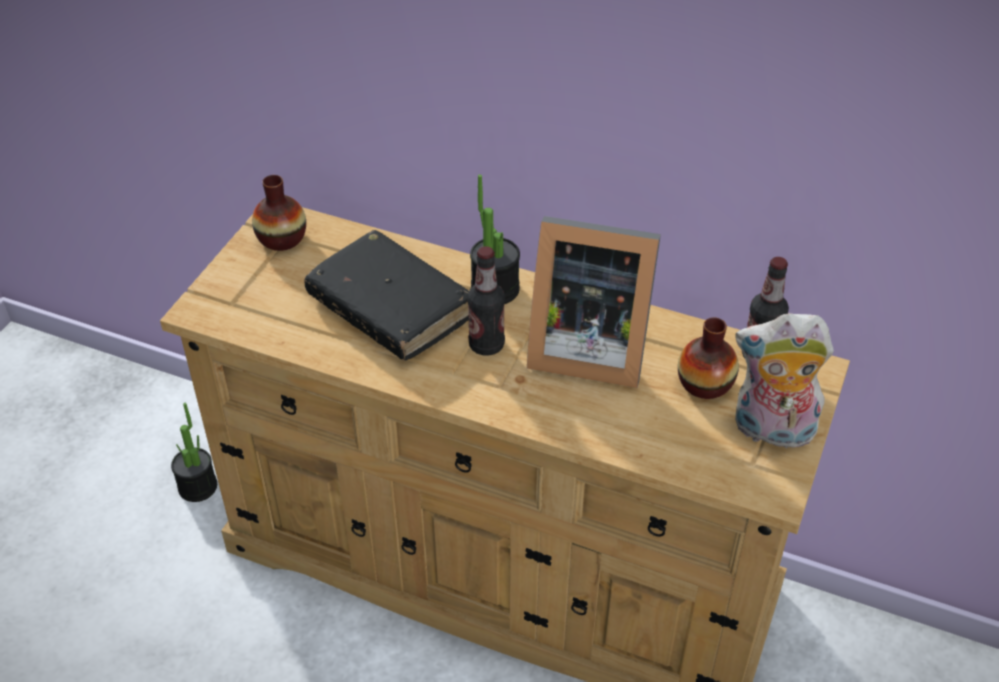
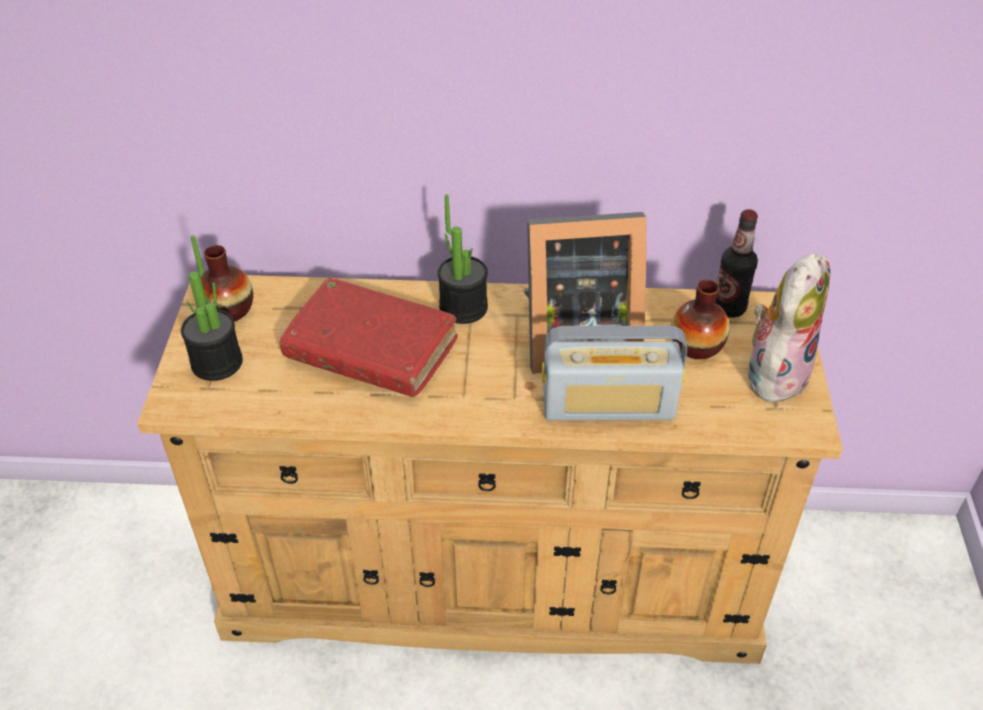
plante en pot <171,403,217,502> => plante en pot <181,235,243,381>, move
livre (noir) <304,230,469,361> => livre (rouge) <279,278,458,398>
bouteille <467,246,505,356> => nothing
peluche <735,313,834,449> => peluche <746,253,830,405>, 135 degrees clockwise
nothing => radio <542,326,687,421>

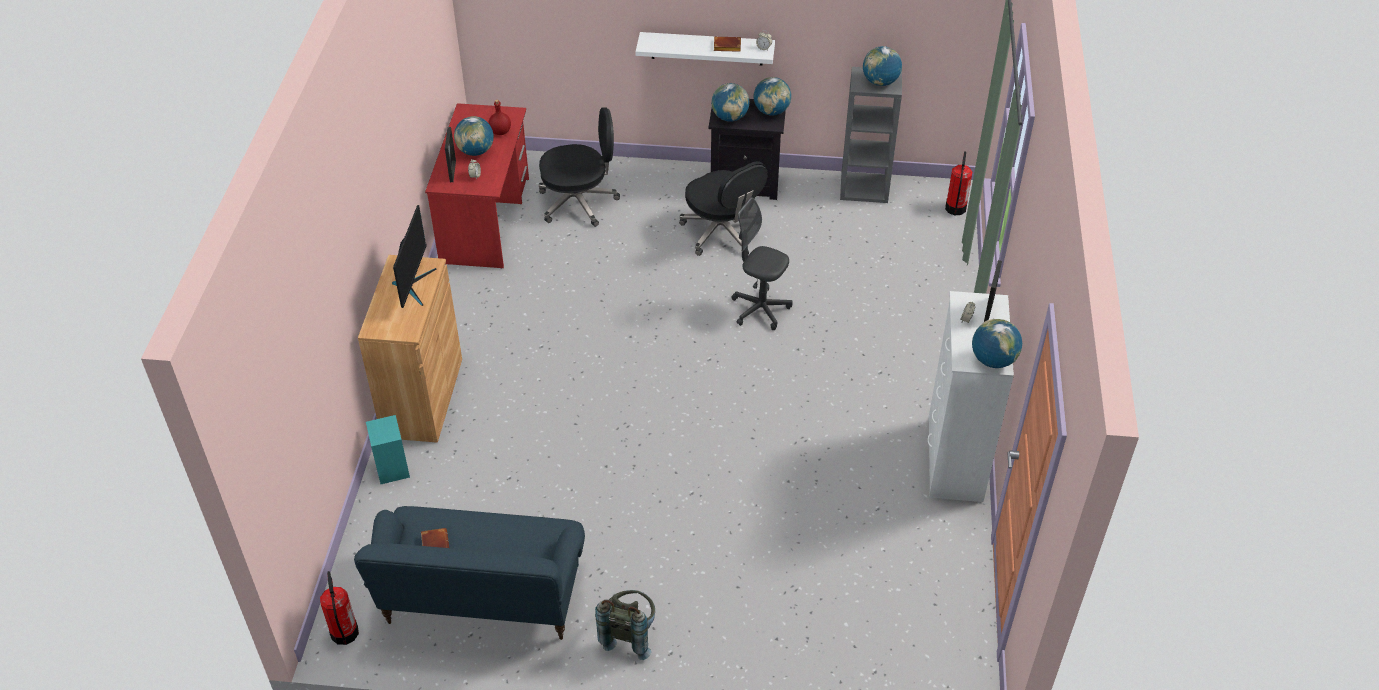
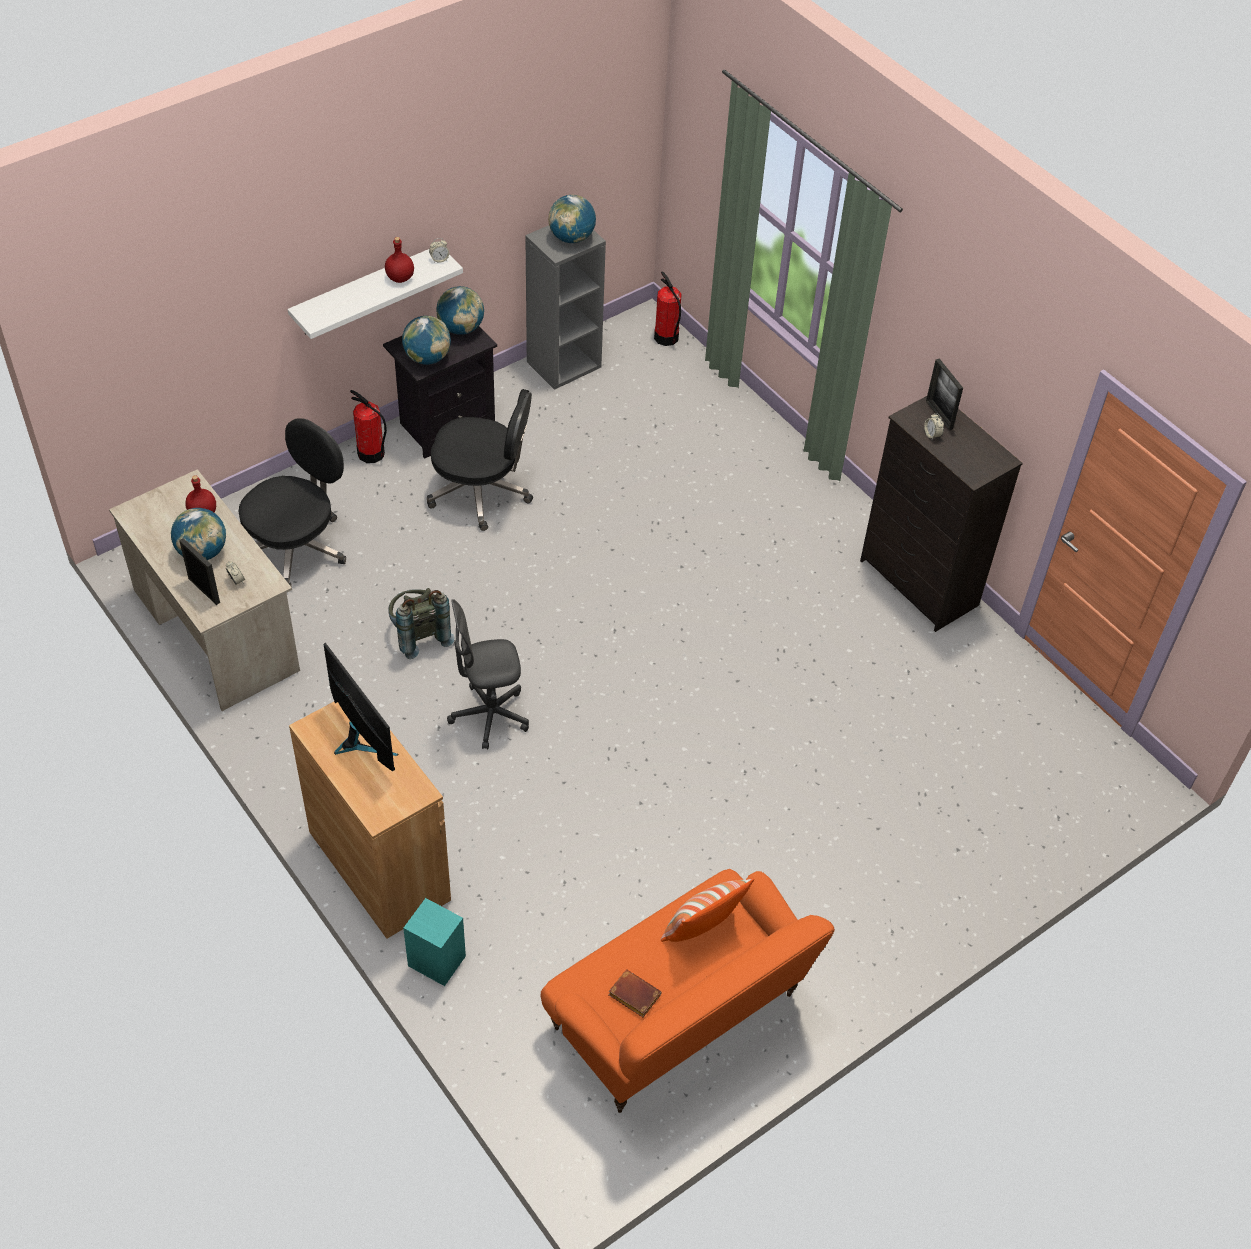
extincteur <320,571,359,645> => extincteur <350,390,387,463>, move
canapé (bleu) <354,506,585,640> => canapé (orange) <541,869,835,1113>
bureau (rouge) <425,103,529,268> => bureau (beige) <109,469,300,711>
sac à dos (gris) <595,590,655,660> => sac à dos (gris) <388,588,455,659>, move
livre (marron) <714,37,741,52> => bouteille (rouge) <385,237,414,283>
chaise de bureau (gris) <731,197,793,330> => chaise de bureau (gris) <447,599,529,749>, move
commode (blanc) <928,291,1014,502> => commode (noir) <860,396,1023,632>
globe <972,319,1022,368> => nothing
nothing => coussin <661,878,754,942>

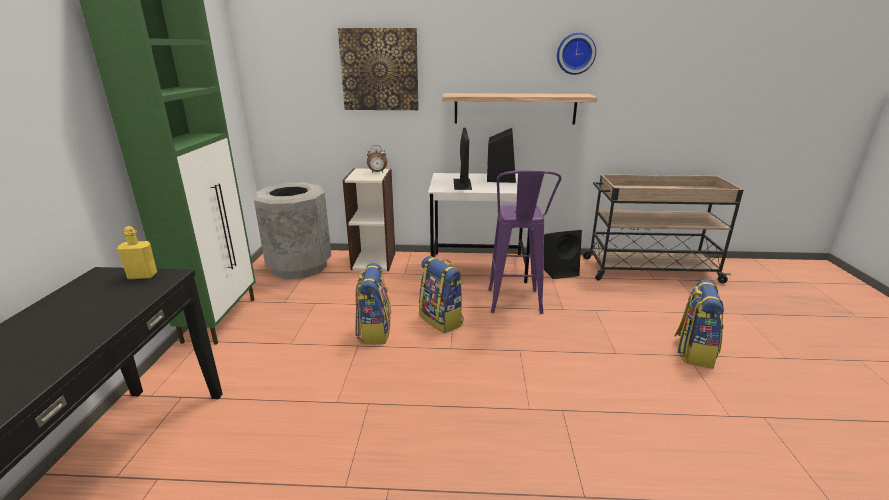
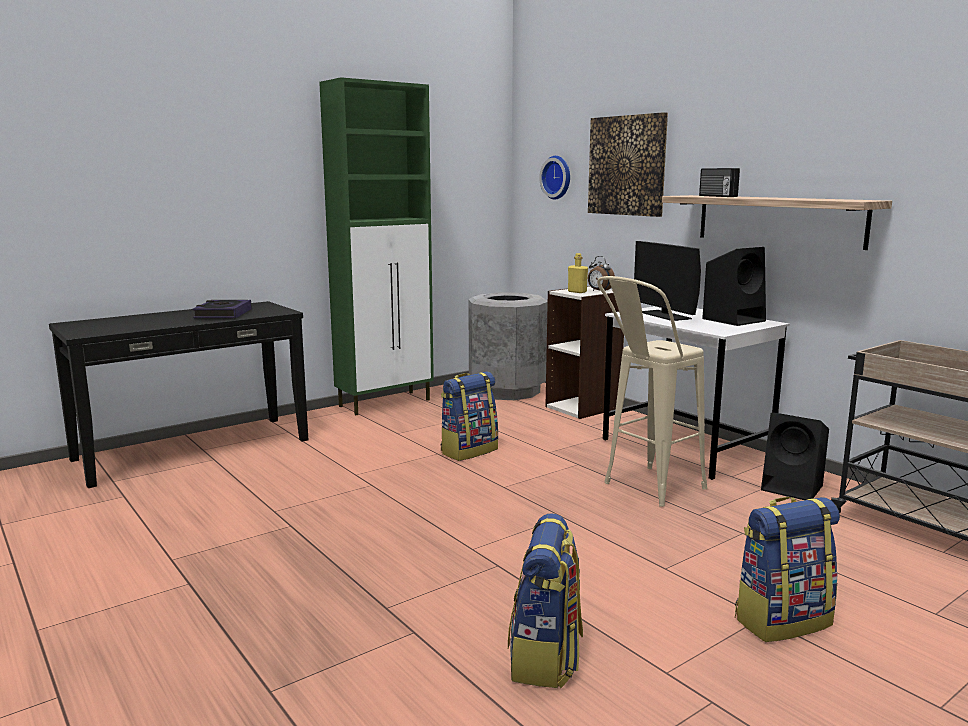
bouteille (jaune) <117,226,157,279> => bouteille (jaune) <568,253,588,293>, move
sac à dos <419,256,464,333> => sac à dos <508,513,583,688>, move
écran d'ordinateur <454,128,472,190> => écran d'ordinateur <634,241,701,321>, 105 degrees clockwise
tabouret (violet) <488,170,561,314> => tabouret (beige) <597,276,707,507>
horloge murale <557,33,596,75> => horloge murale <539,156,570,200>, move
nothing => livre <193,300,252,318>
nothing => radio <699,168,740,197>

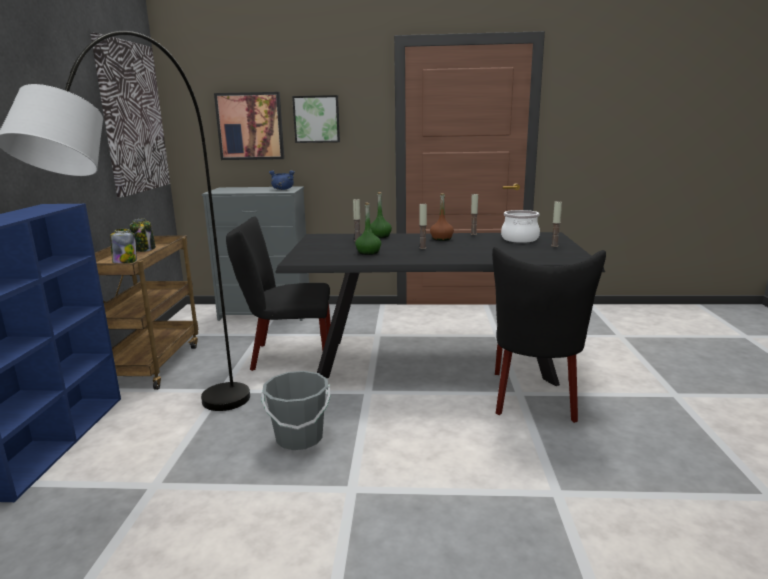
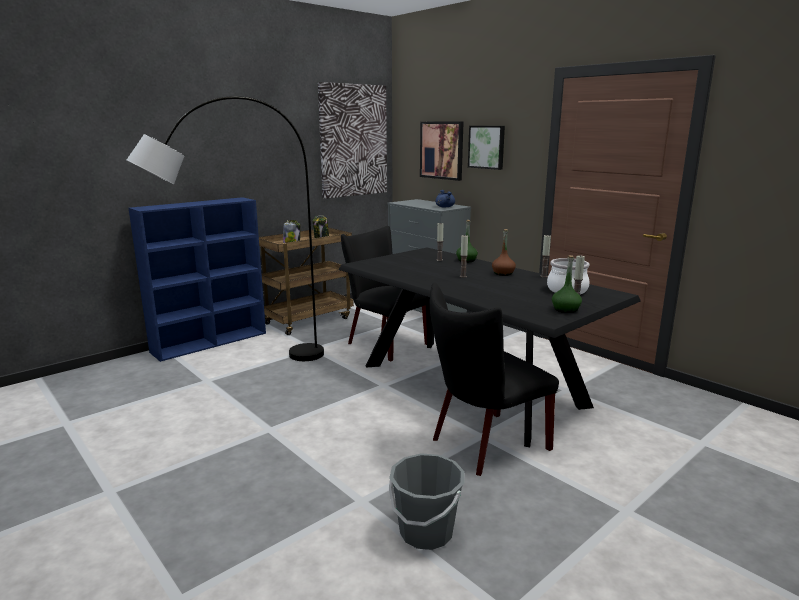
seau (gris) <261,371,330,450> => seau (gris) <389,453,465,550>, move
bouteille (vert) <355,203,381,255> => bouteille (vert) <552,255,582,313>, move

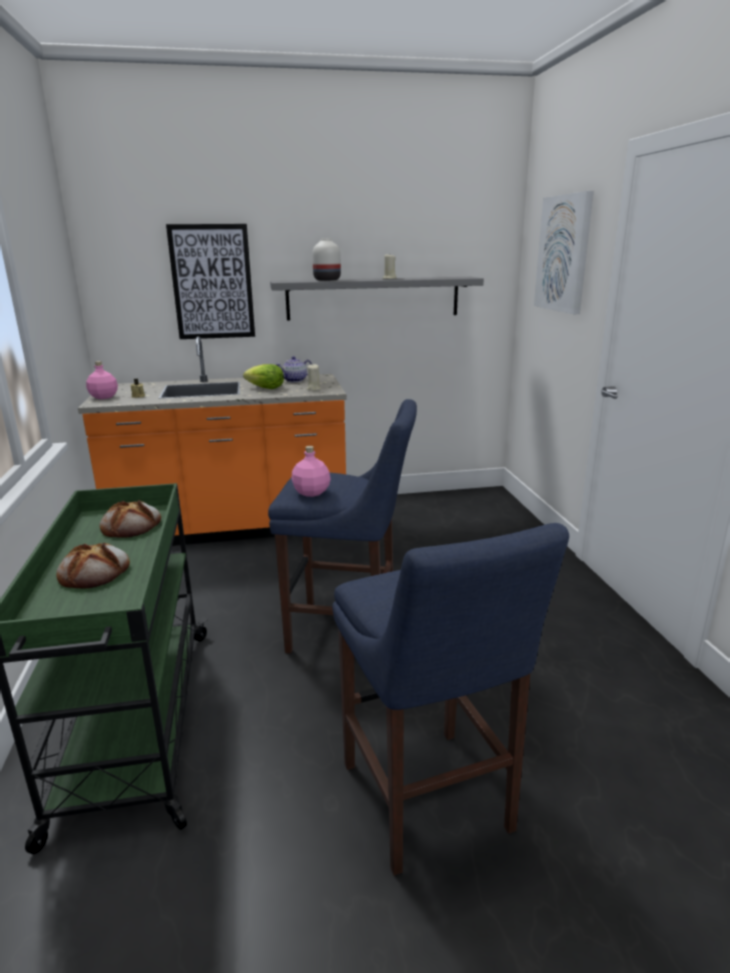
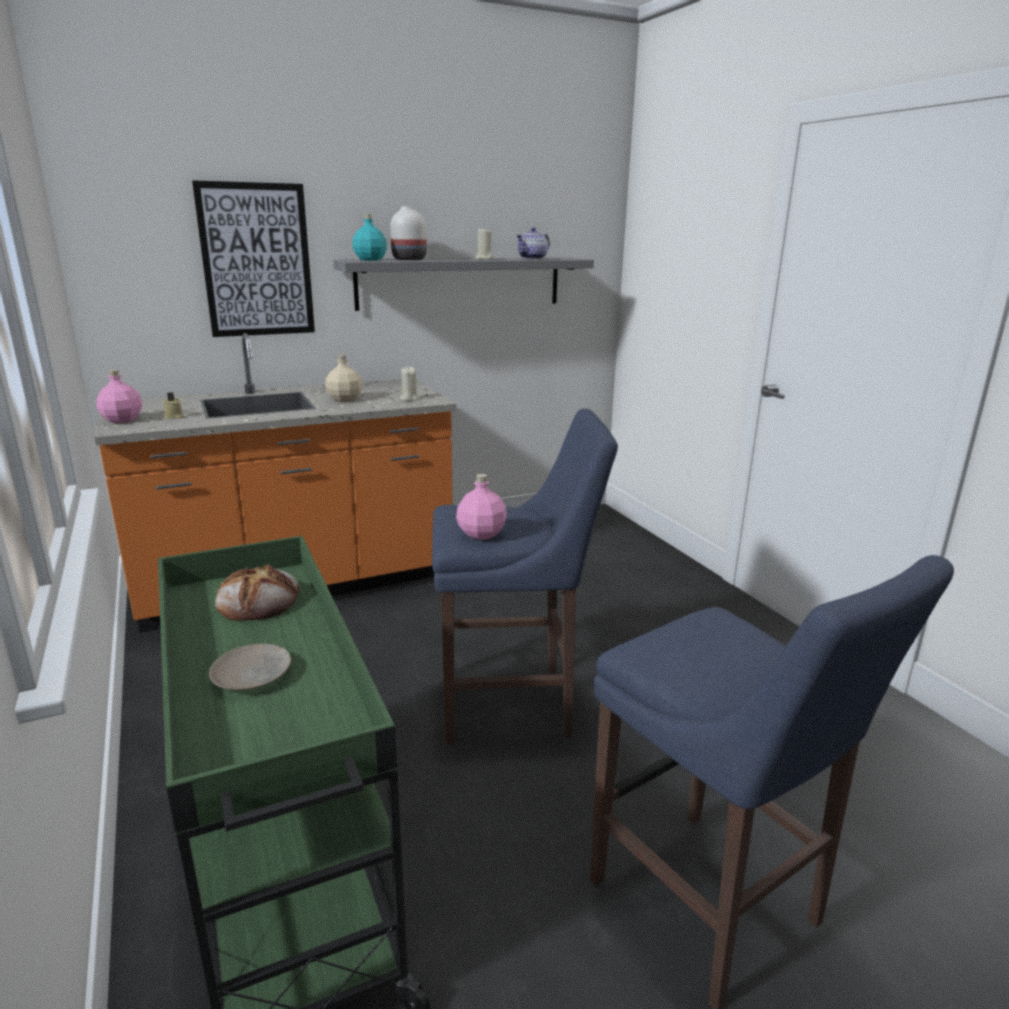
pain <56,543,130,588> => assiette (beige) <209,643,291,690>
laitue <243,364,284,389> => bouteille (beige) <325,355,362,402>
théière <275,356,312,382> => théière <516,227,550,259>, move
tableau <534,191,594,314> => nothing
nothing => bouteille (turquoise) <352,214,387,261>

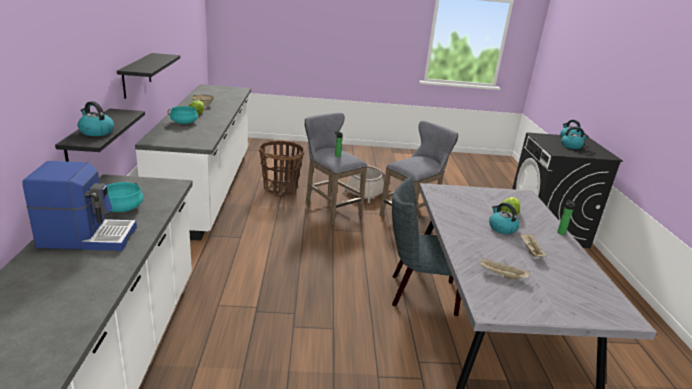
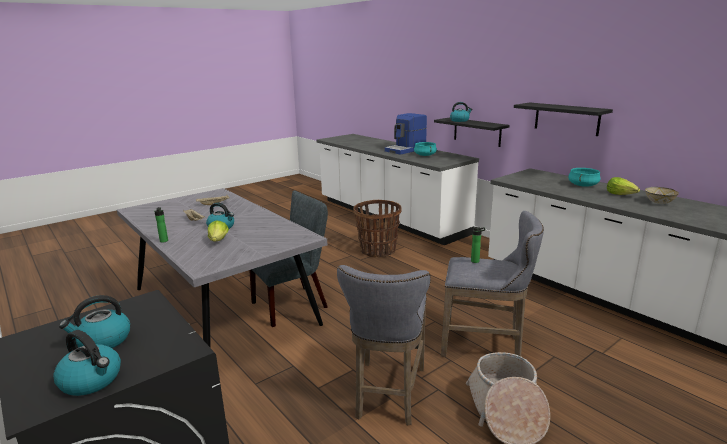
panier <259,141,304,195> => panier <353,200,402,257>, move

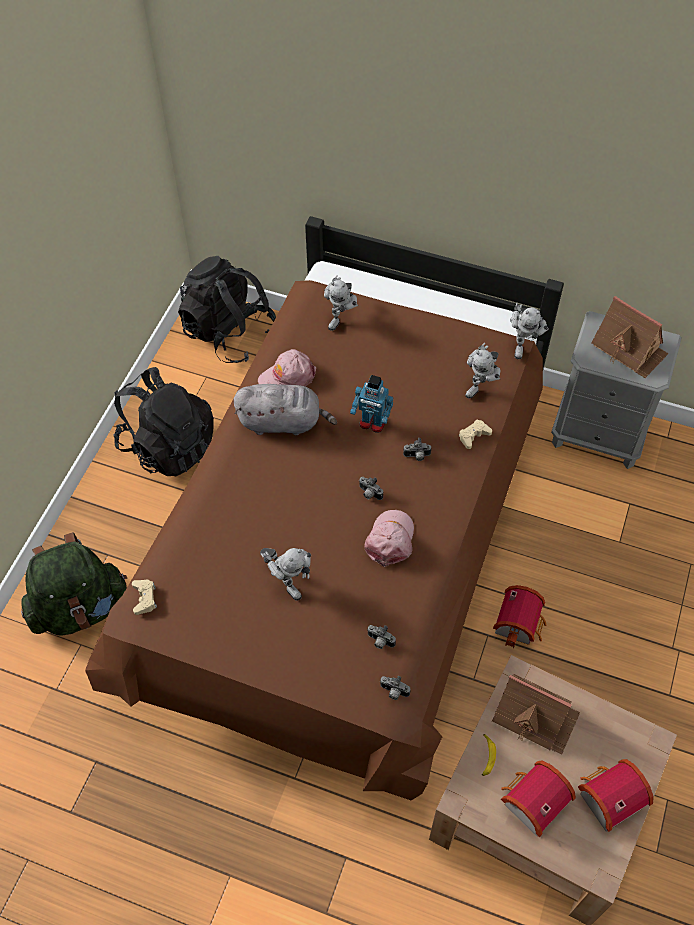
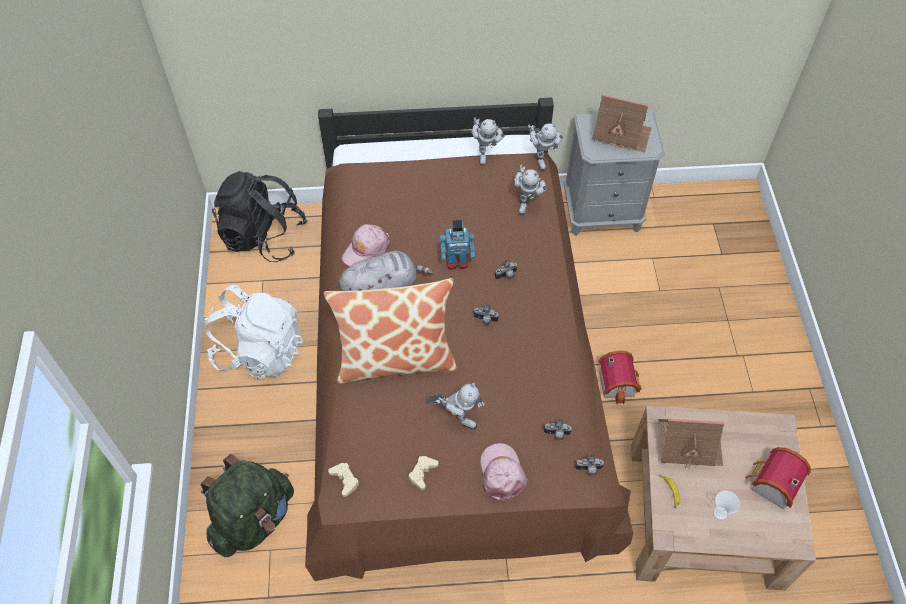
sac à dos (noir) <113,367,214,476> => sac à dos (blanc) <204,285,303,379>
robot jouet <324,275,358,331> => robot jouet <471,118,505,166>, move
casquette (rose) <364,510,414,567> => casquette (rose) <481,443,528,501>, move
manette (beige) <459,419,492,449> => manette (beige) <408,456,438,490>, move
maison miniature <501,761,576,837> => tasse <713,491,740,520>
nothing => coussin <324,278,458,384>

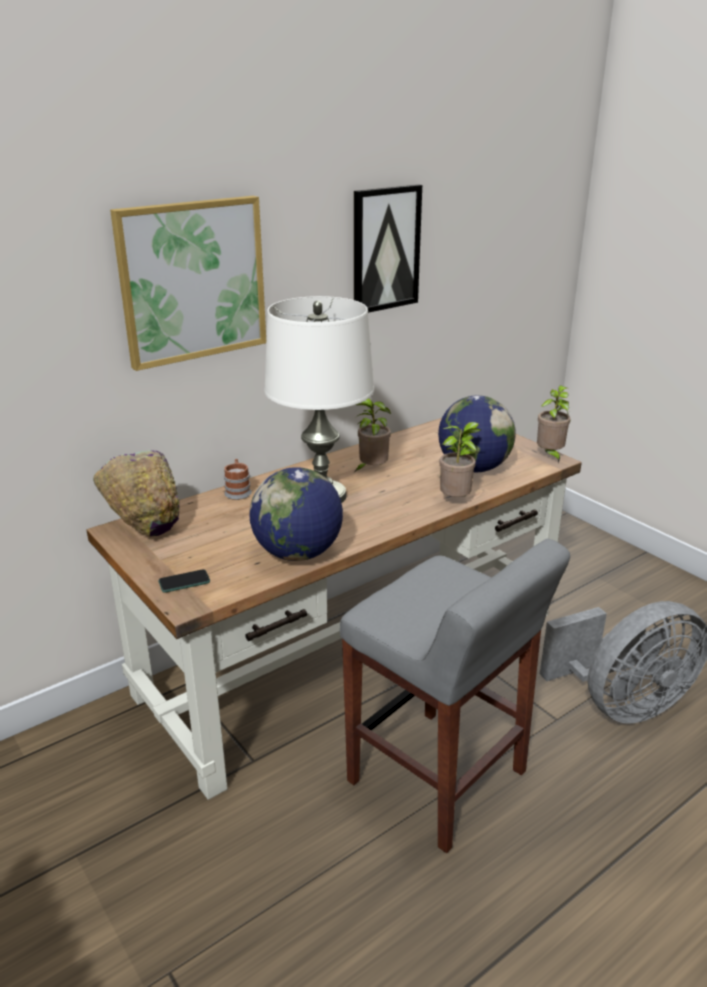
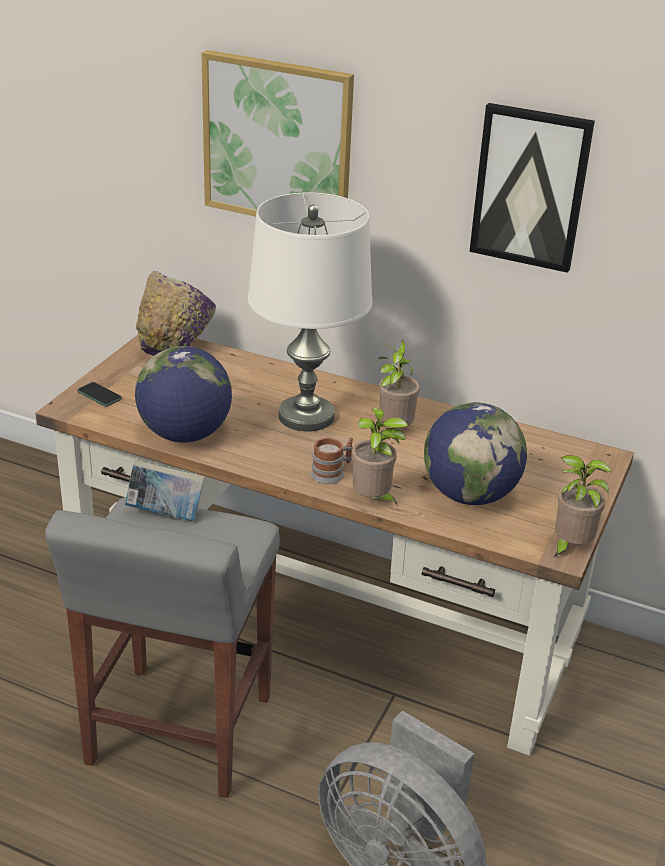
mug <224,459,252,500> => mug <311,438,353,484>, move
nothing => livre <125,460,205,521>

